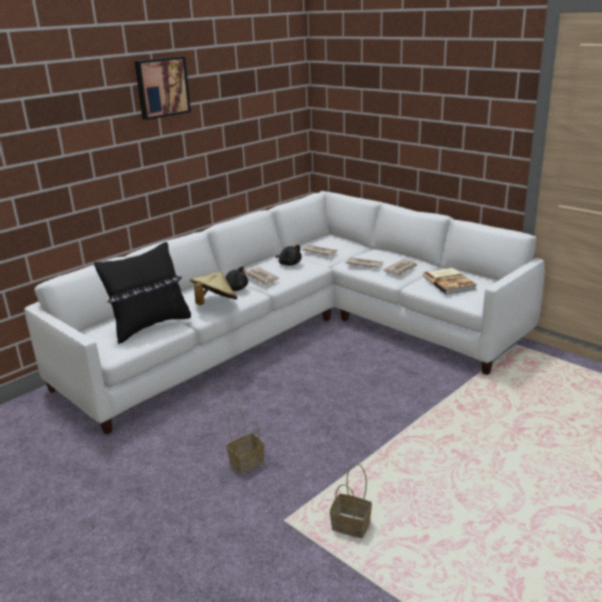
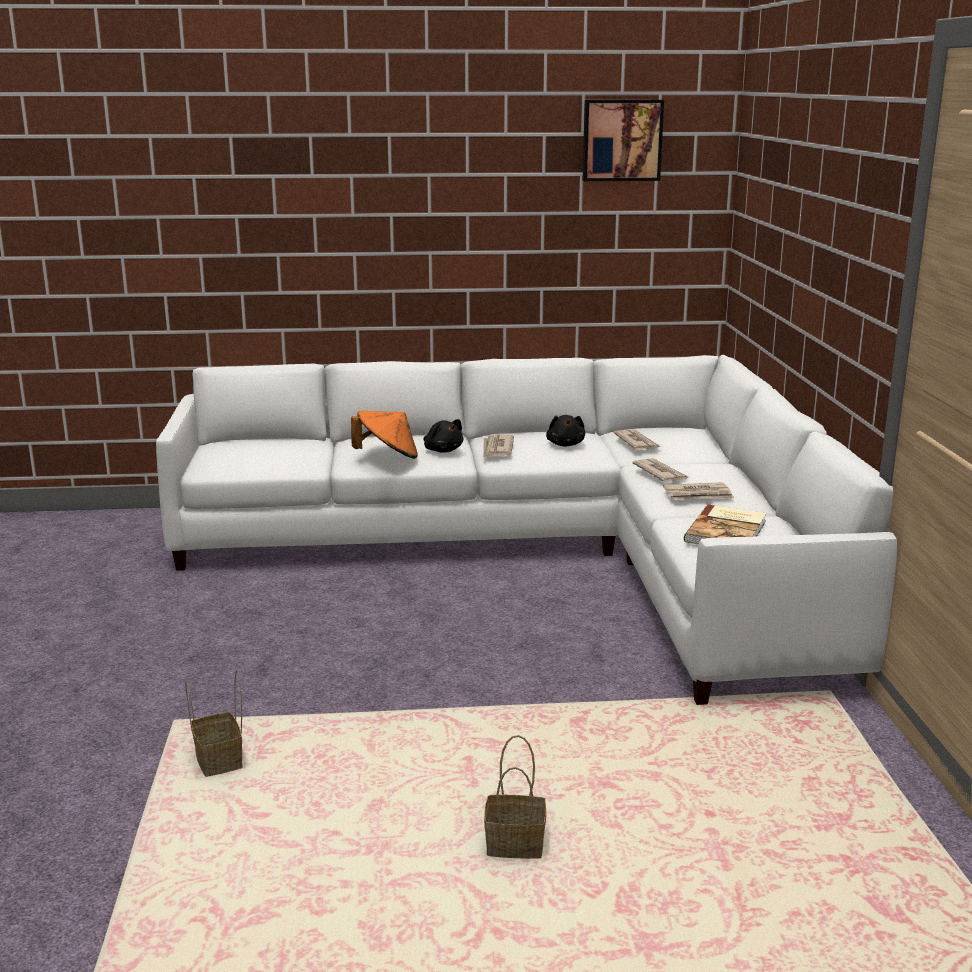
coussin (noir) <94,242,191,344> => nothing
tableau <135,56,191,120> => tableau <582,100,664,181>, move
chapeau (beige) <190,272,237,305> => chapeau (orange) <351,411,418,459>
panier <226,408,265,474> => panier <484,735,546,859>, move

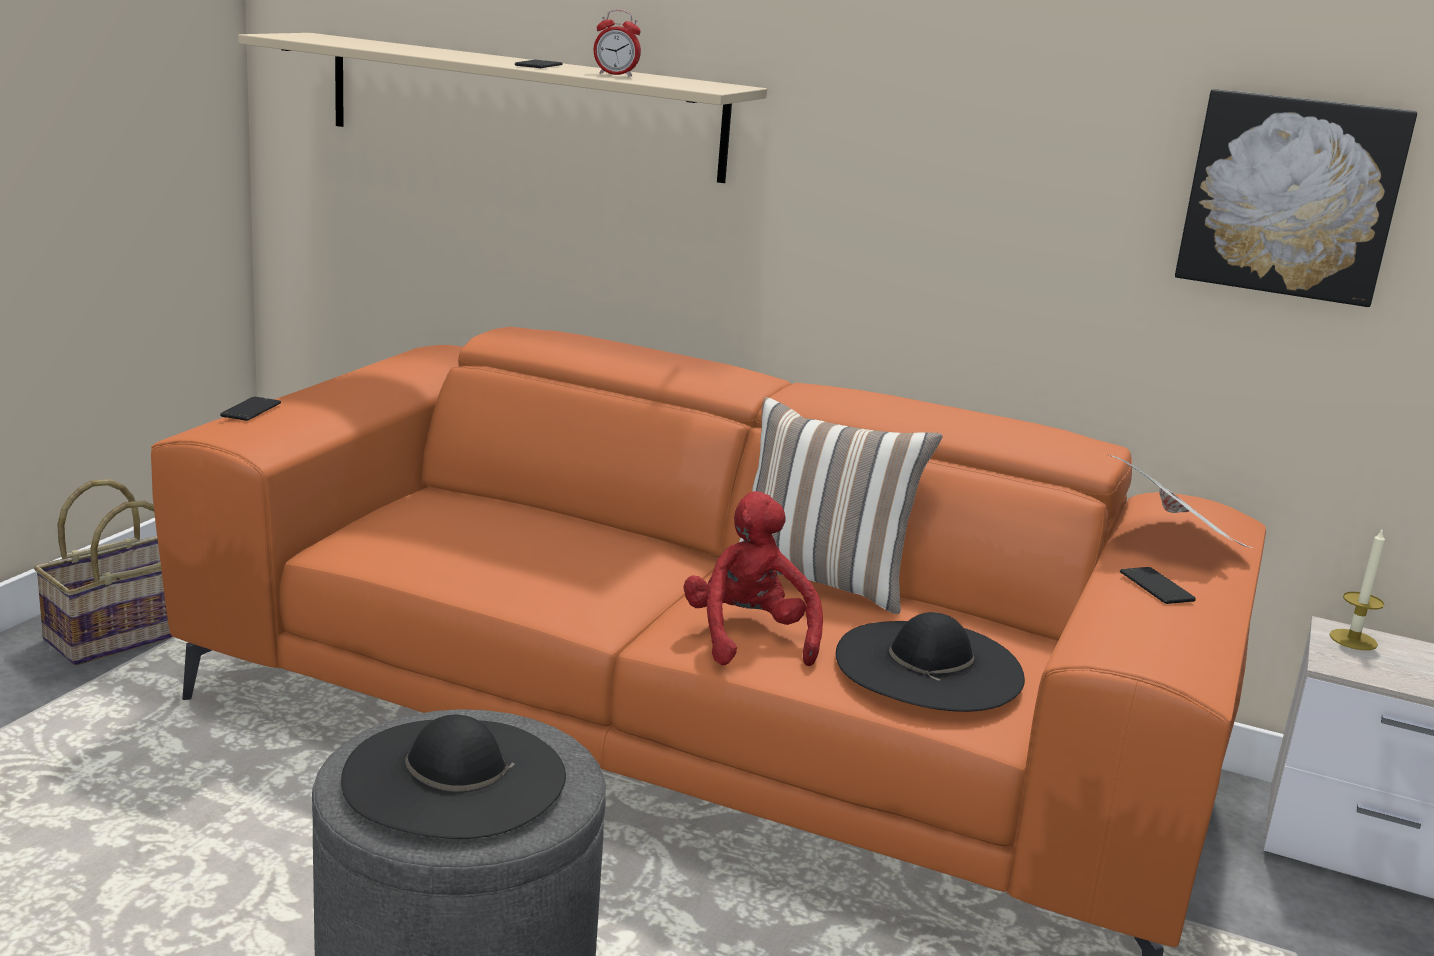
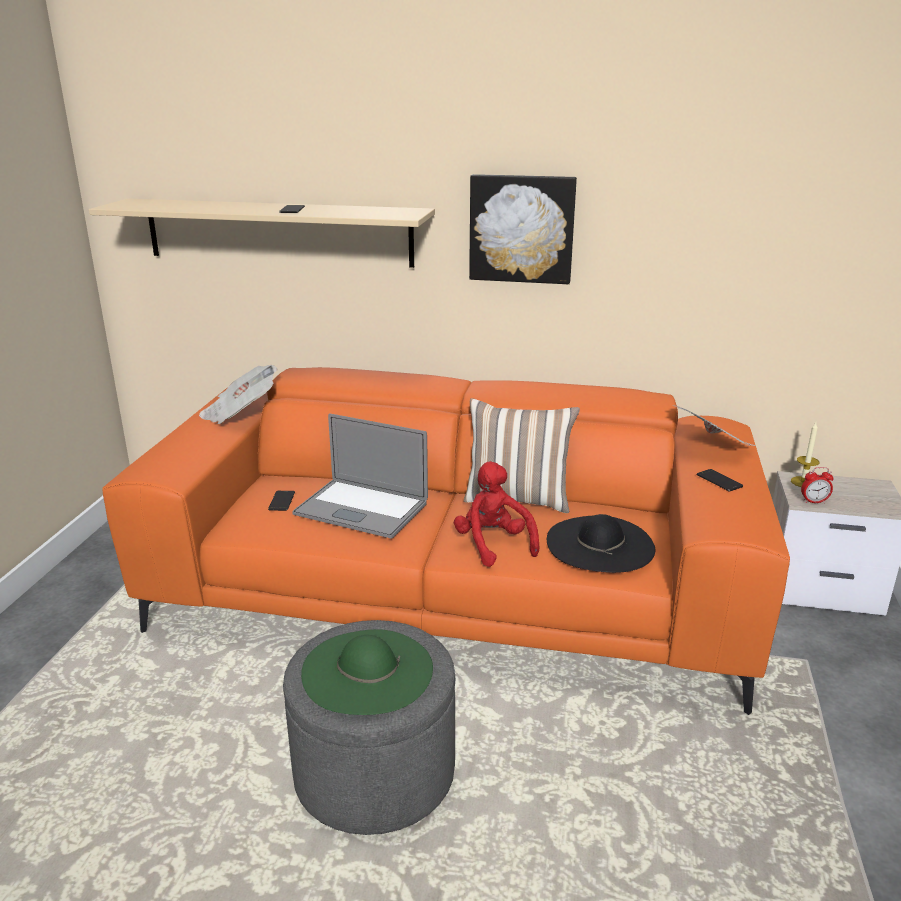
panier <34,479,173,665> => nothing
téléphone <220,397,281,421> => téléphone <268,491,295,511>, move
chapeau (noir) <341,714,566,839> => chapeau (vert) <301,629,433,715>
réveil <594,9,641,77> => réveil <801,467,834,503>, move
tableau <1175,89,1417,307> => tableau <469,174,577,284>, move
nothing => journal <199,365,278,424>
nothing => ordinateur portable <292,413,428,539>

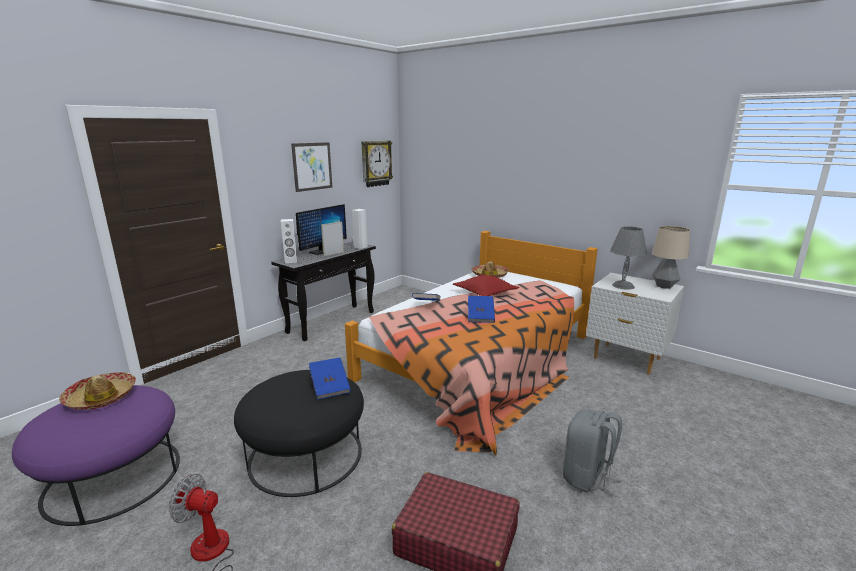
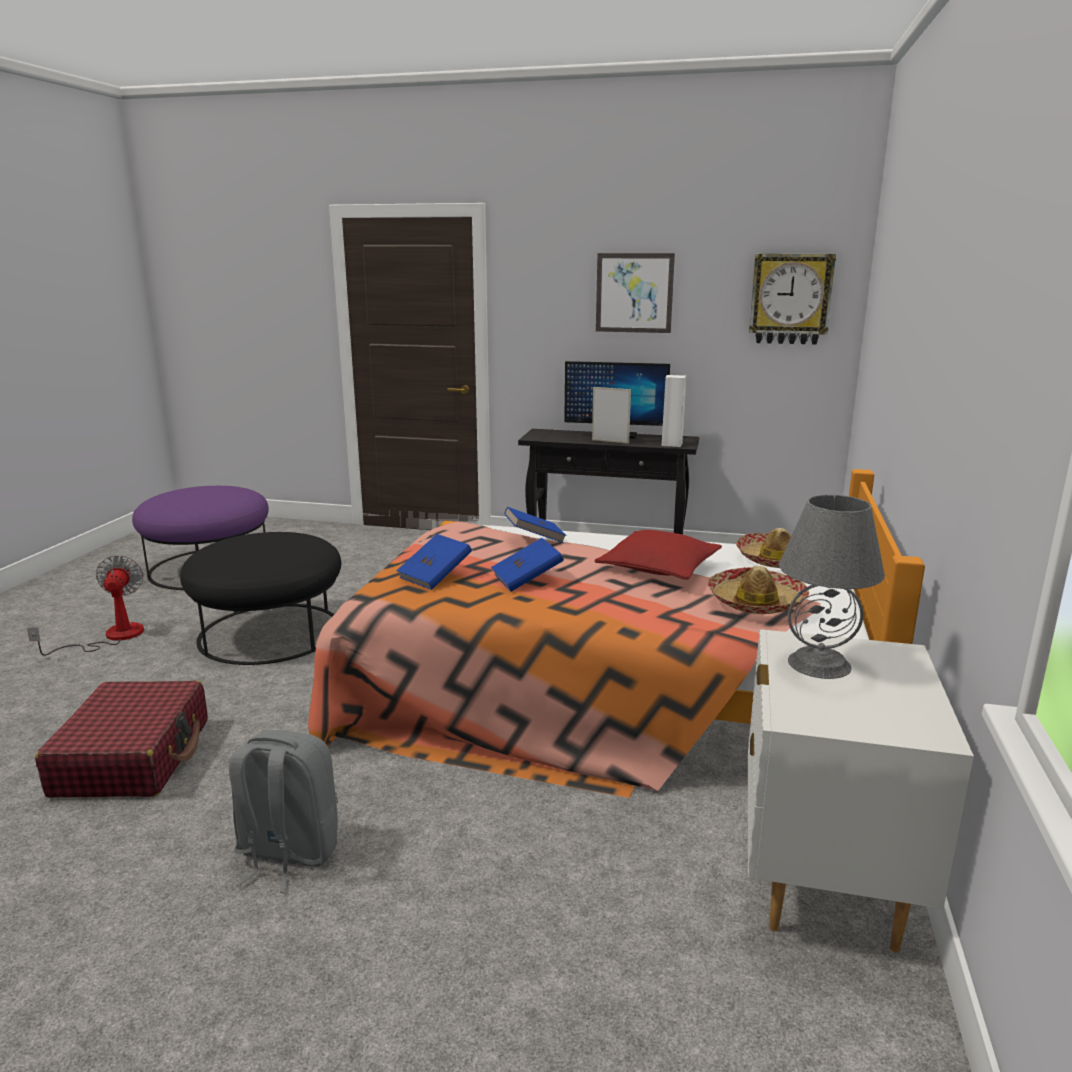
chapeau <59,372,136,410> => chapeau <708,566,809,614>, move
enceinte (blanc) <281,219,297,263> => nothing
livre (bleu) <309,357,351,400> => livre (bleu) <396,534,472,590>, move
lampe de table <652,226,690,289> => nothing

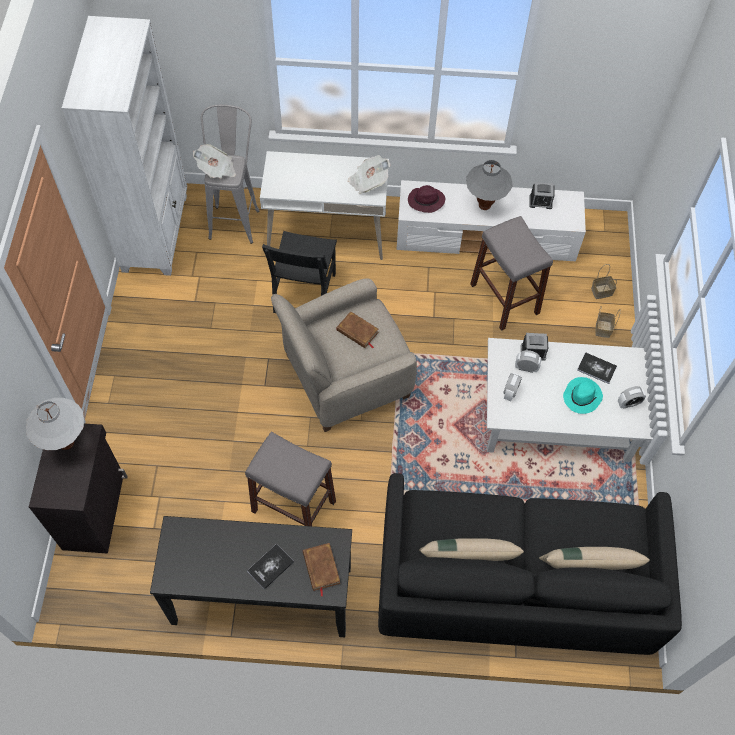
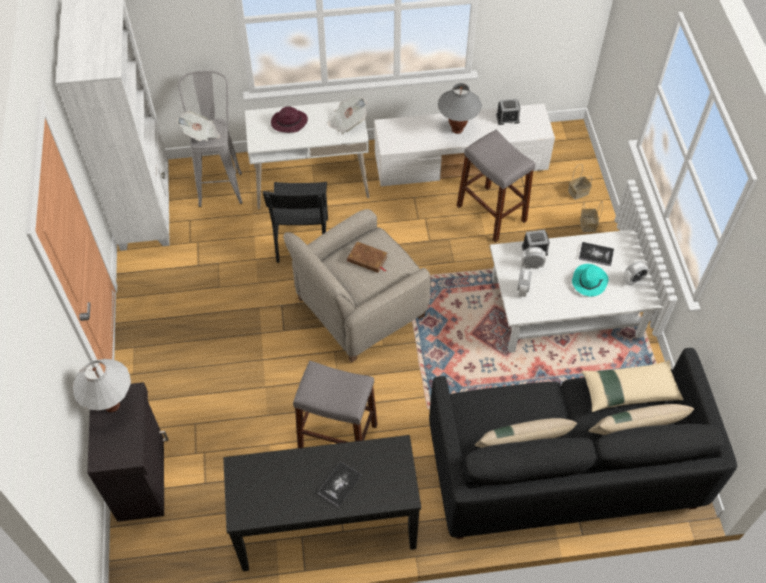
livre (marron) <303,543,340,596> => nothing
chapeau (violet) <408,185,445,213> => chapeau (violet) <271,106,308,133>, move
nothing => coussin (beige) <581,360,684,412>

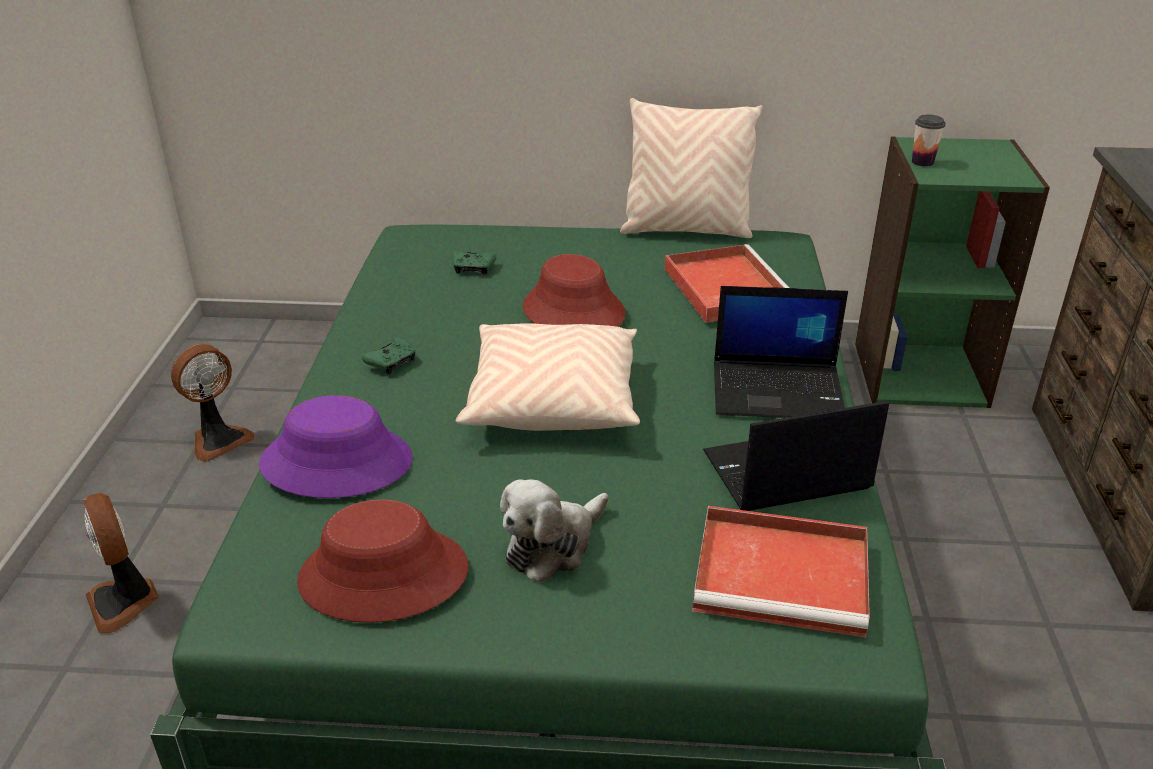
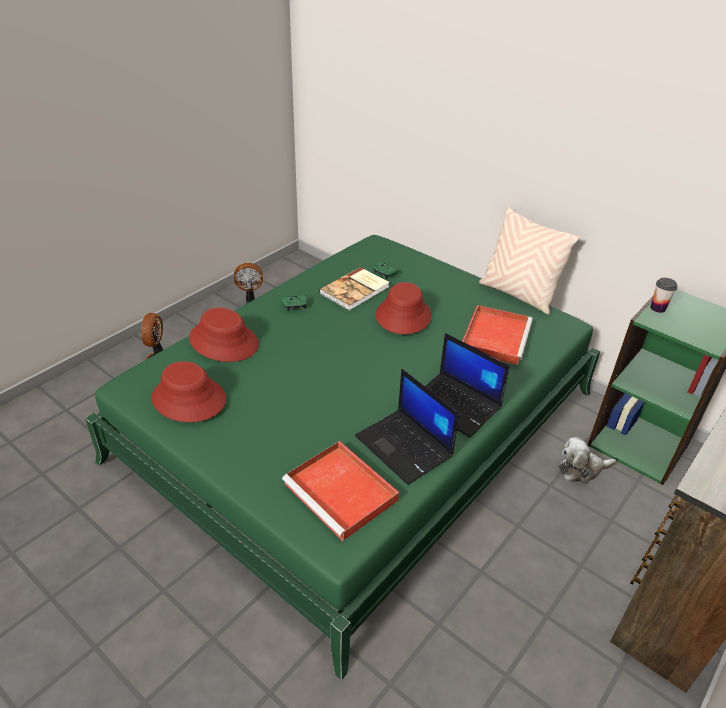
chapeau (violet) <259,395,413,498> => chapeau (rouge) <189,308,259,362>
coussin (beige) <456,323,640,431> => nothing
peluche <500,479,609,583> => peluche <559,437,617,484>, move
ordinateur portable <703,401,889,511> => ordinateur portable <355,369,459,485>, 150 degrees counterclockwise
nothing => livre <319,267,390,311>

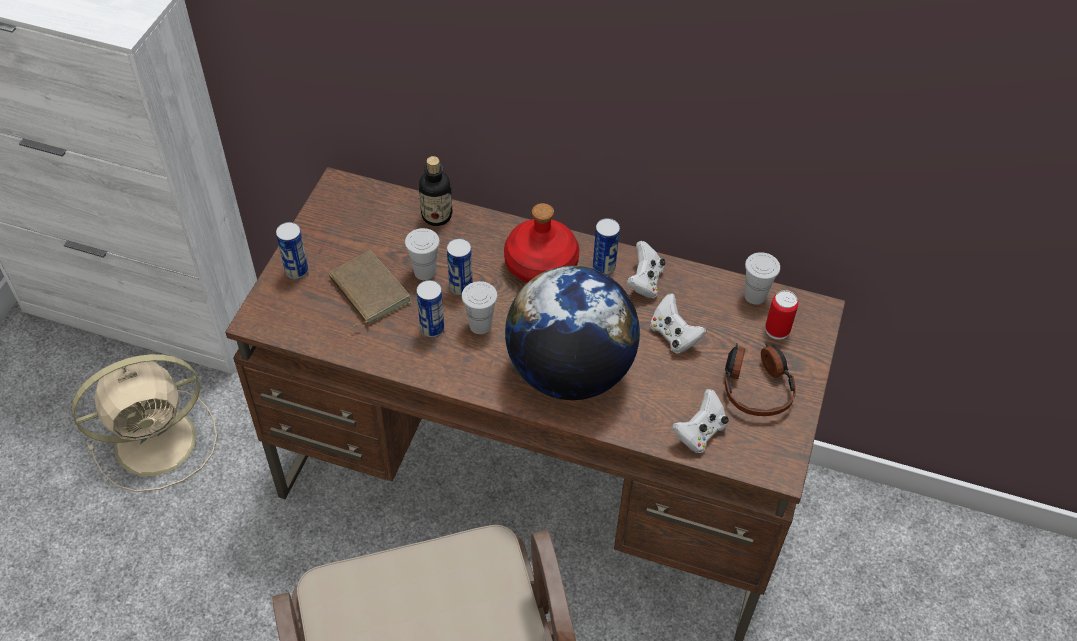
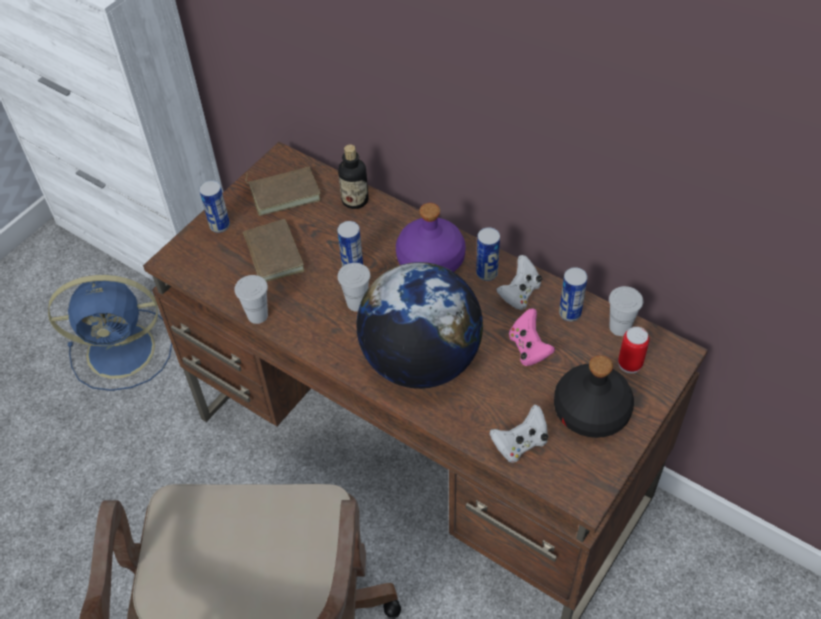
ventilateur (beige) <72,354,217,492> => ventilateur (bleu) <48,275,172,391>
tasse (blanc) <405,228,440,280> => tasse (blanc) <234,275,268,324>, move
boîte métallique <416,280,444,338> => boîte métallique <559,267,588,321>, move
bouteille (rouge) <504,203,579,283> => bouteille (violet) <396,203,466,272>
manette (blanc) <650,293,706,354> => manette (rose) <509,309,555,366>
casque audio <725,343,796,416> => bouteille (noir) <554,355,634,438>
nothing => livre (marron) <246,167,321,216>

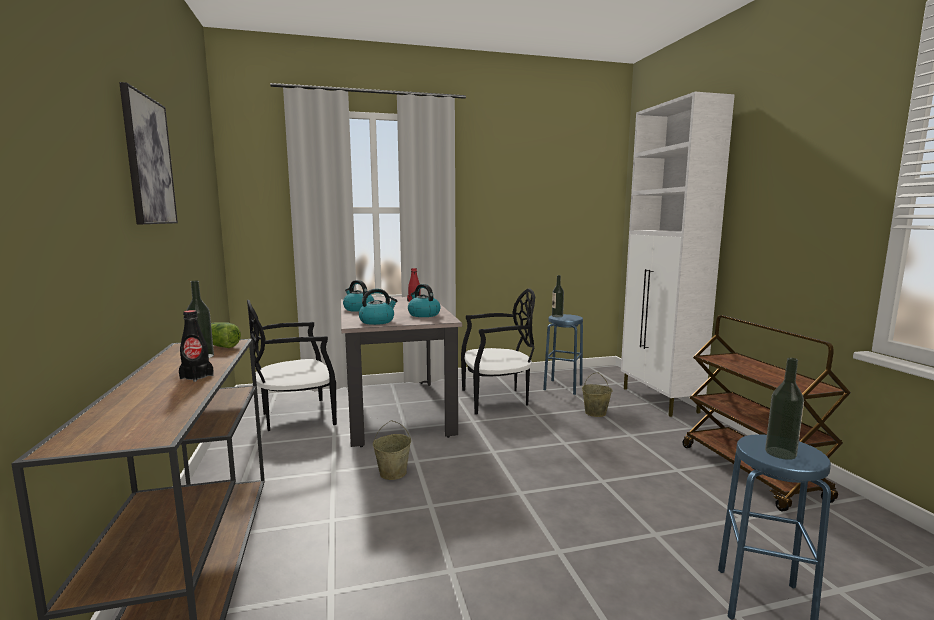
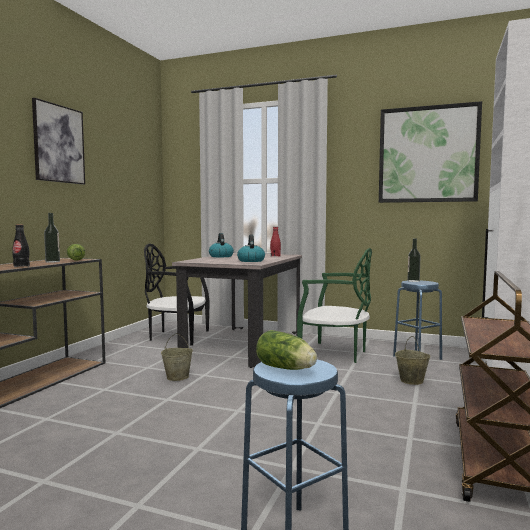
bouilloire <359,289,398,325> => nothing
chaise (noir) <461,289,535,415> => chaise (vert) <297,248,372,363>
bouteille <765,358,804,460> => laitue <256,330,317,370>
nothing => tableau <379,101,482,203>

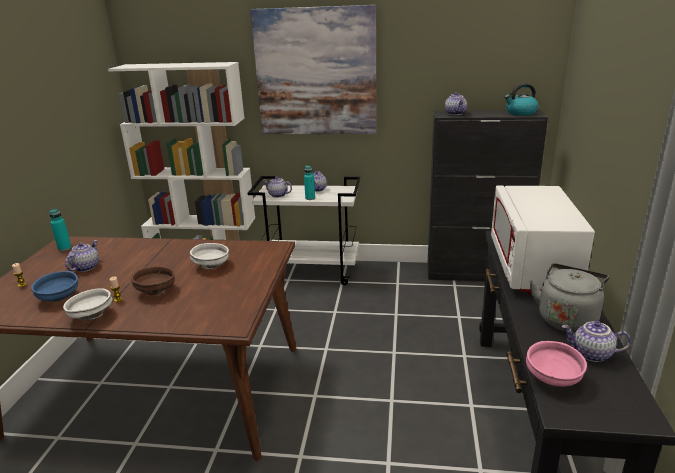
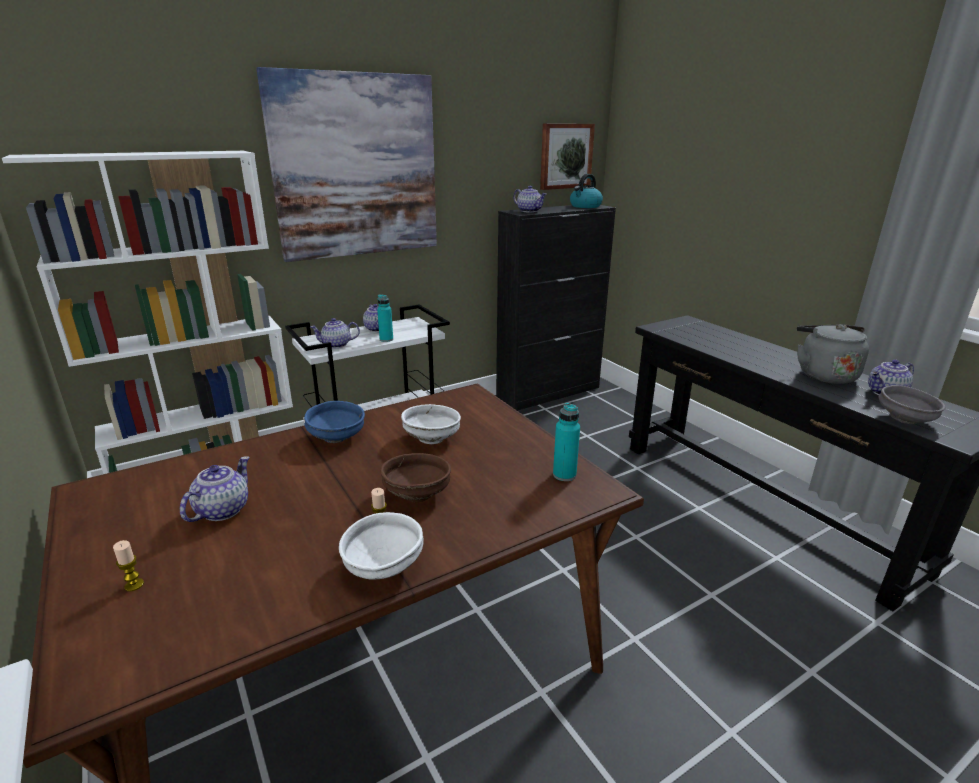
bol (bleu) <31,271,78,302> => bol (bleu) <304,401,365,443>, move
bouteille (turquoise) <49,209,71,251> => bouteille (turquoise) <553,403,580,481>, move
théière <65,240,99,272> => théière <180,456,250,522>, 45 degrees clockwise
micro-ondes (blanc) <491,186,595,295> => nothing
bol (rose) <526,341,587,387> => bol (gris) <879,385,945,424>
nothing => tableau <540,124,595,190>

